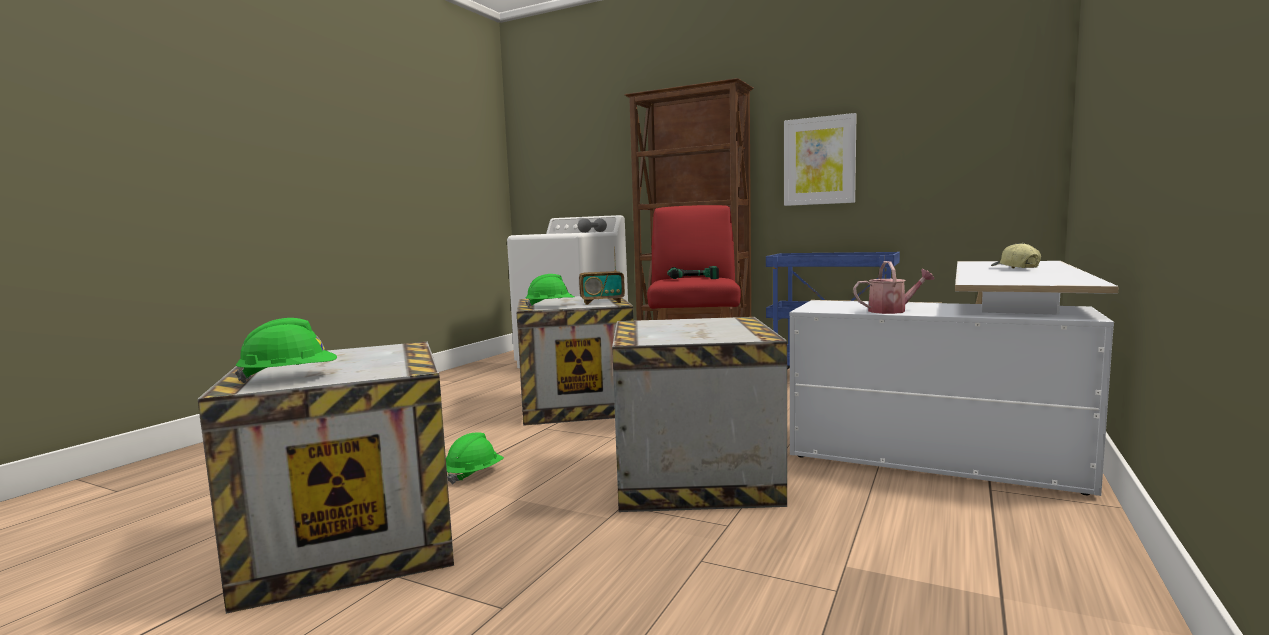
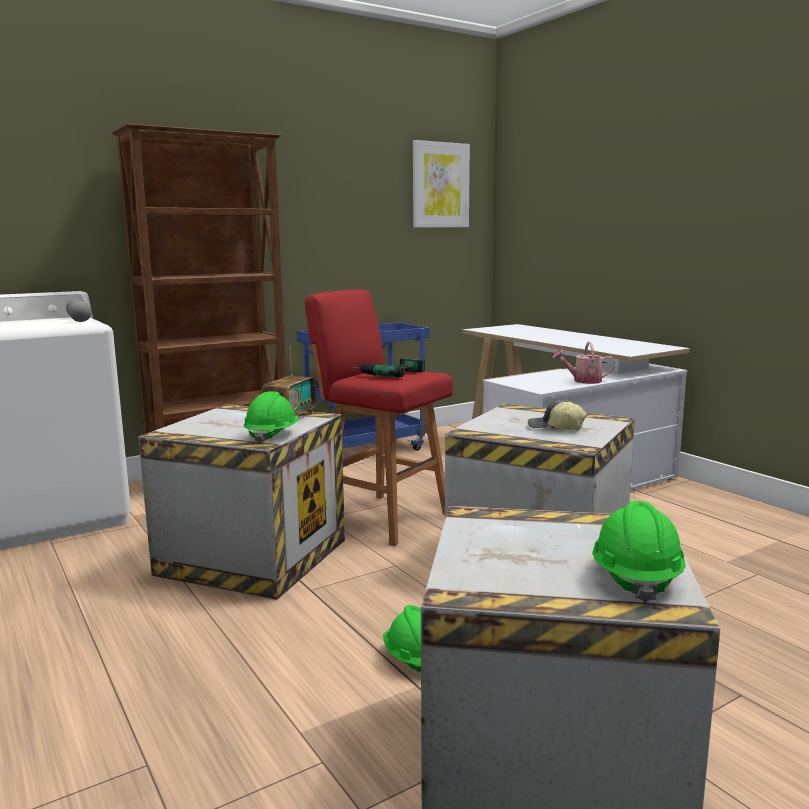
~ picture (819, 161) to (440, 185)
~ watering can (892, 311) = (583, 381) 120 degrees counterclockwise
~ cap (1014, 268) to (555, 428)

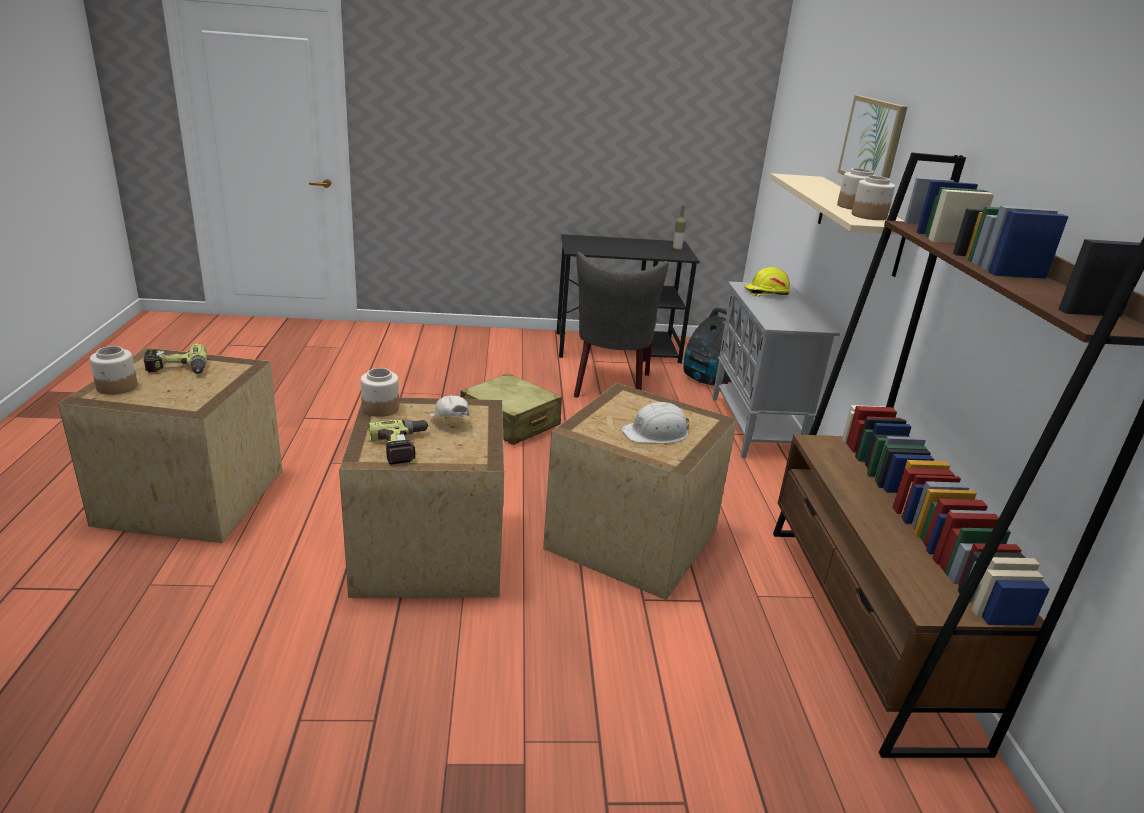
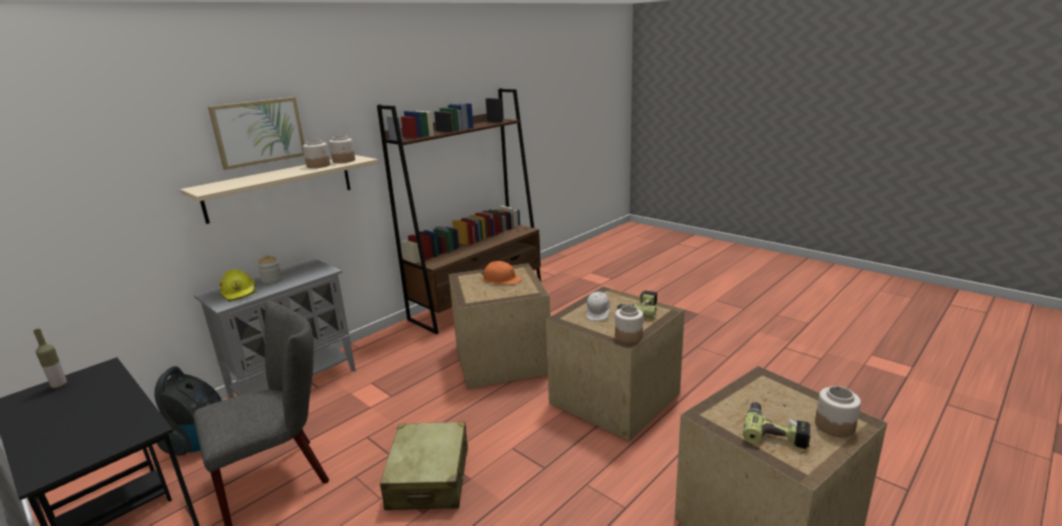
~ white hard hat (656, 433) to orange hard hat (501, 279)
+ jar (272, 280)

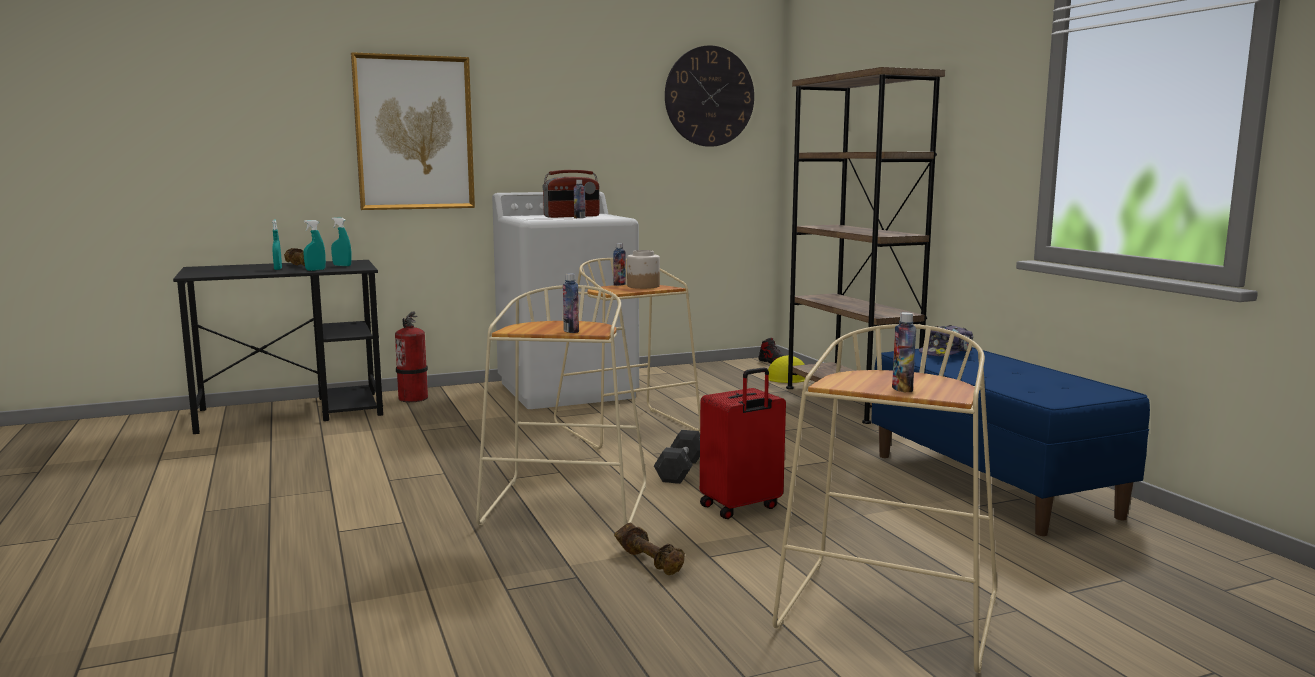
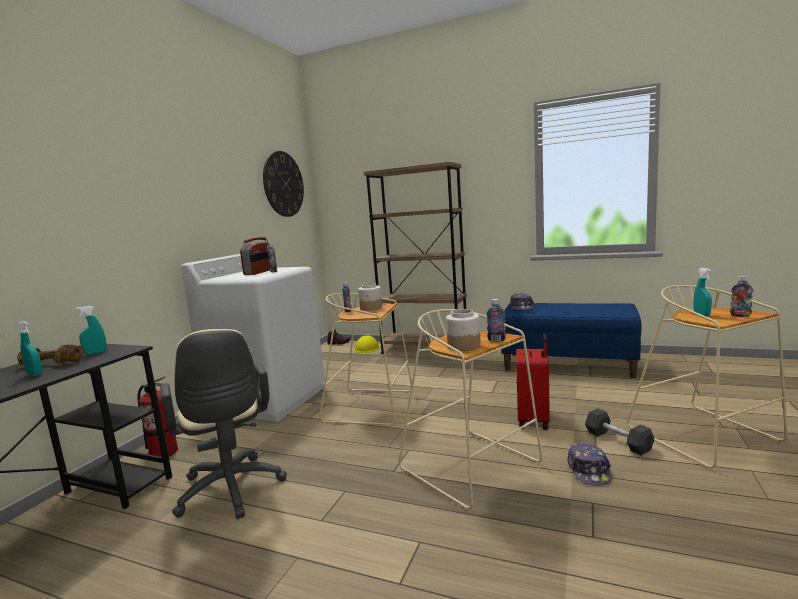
~ turquoise spray bottle (315, 270) to (701, 315)
- picture (414, 133)
~ brown dumbbell (650, 562) to cap (589, 471)
~ grey dumbbell (681, 470) to (618, 441)
+ beige office chair (231, 492)
+ jar (463, 346)

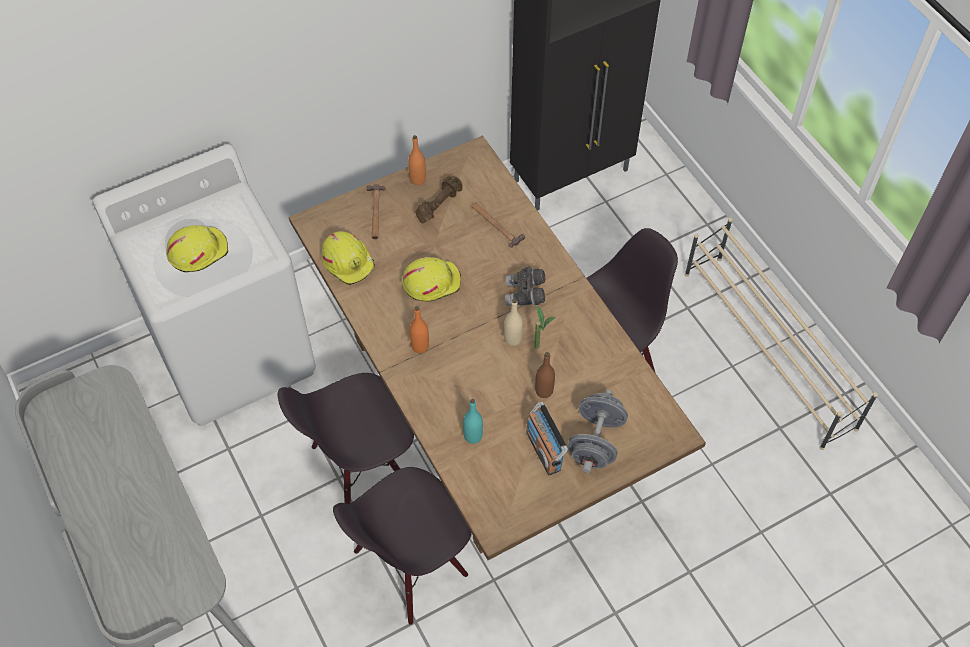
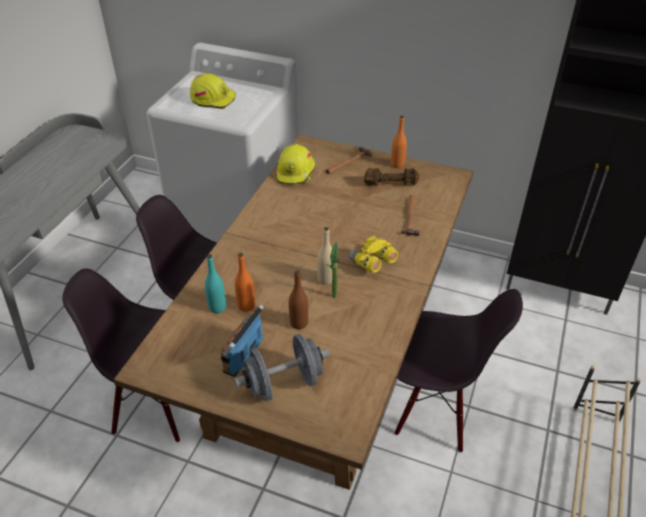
- yellow hard hat (431, 282)
~ orange bottle (420, 346) to (246, 306)
~ grey binoculars (525, 294) to yellow binoculars (372, 263)

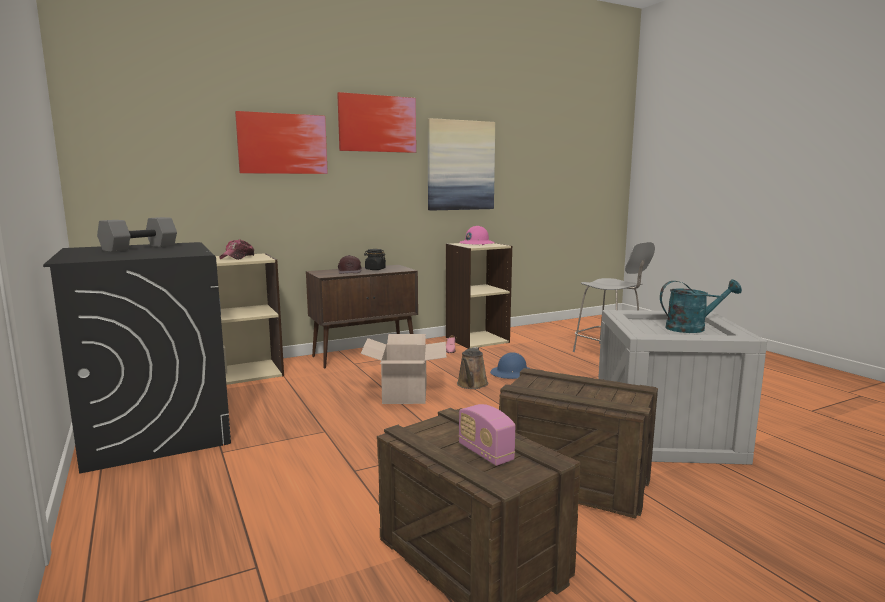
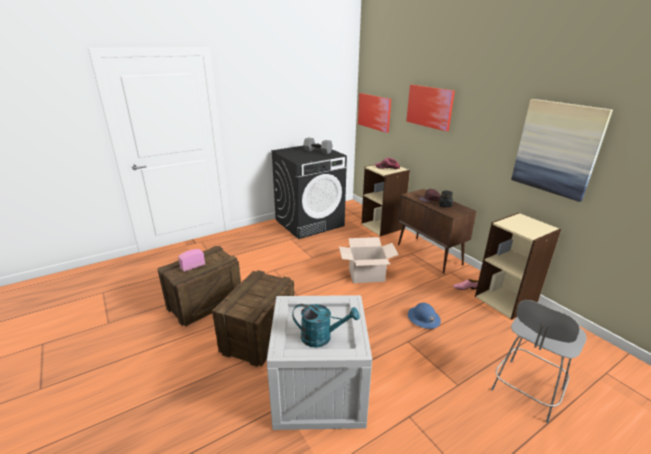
~ picture (377, 124) to (374, 112)
- brown watering can (471, 385)
- pink hard hat (476, 244)
~ turquoise watering can (692, 328) = (322, 337) 75 degrees counterclockwise

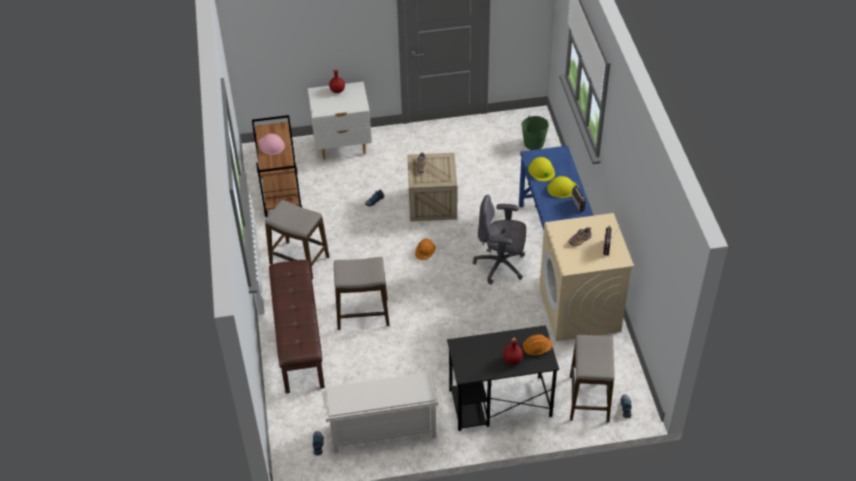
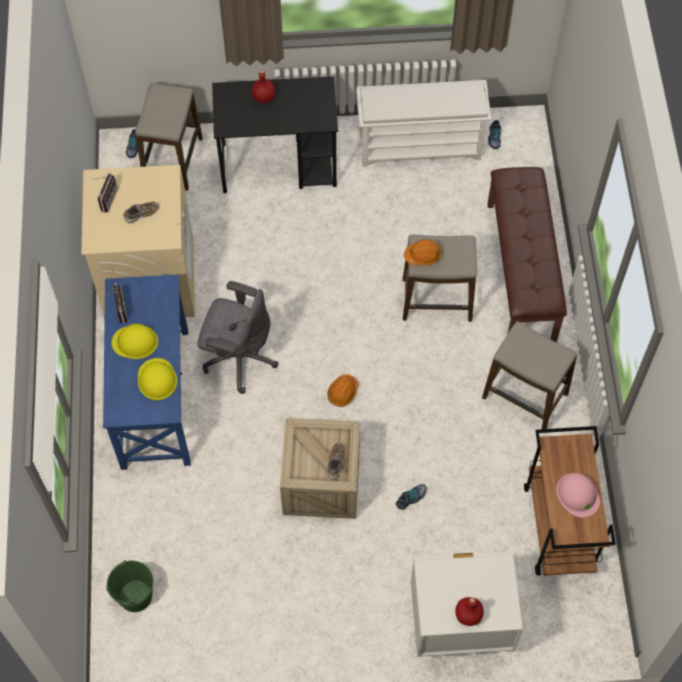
~ orange hard hat (536, 348) to (423, 256)

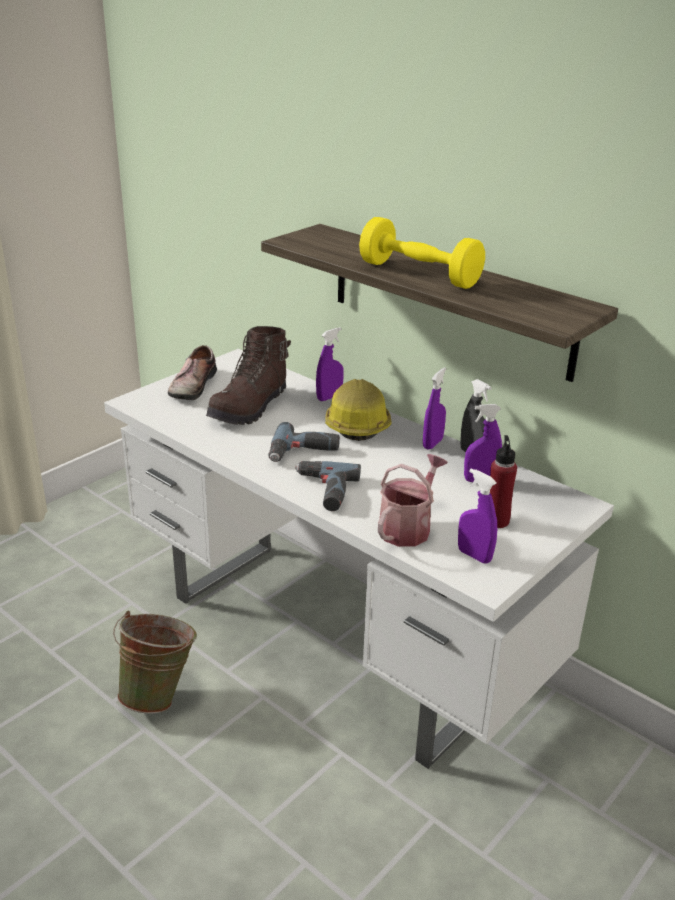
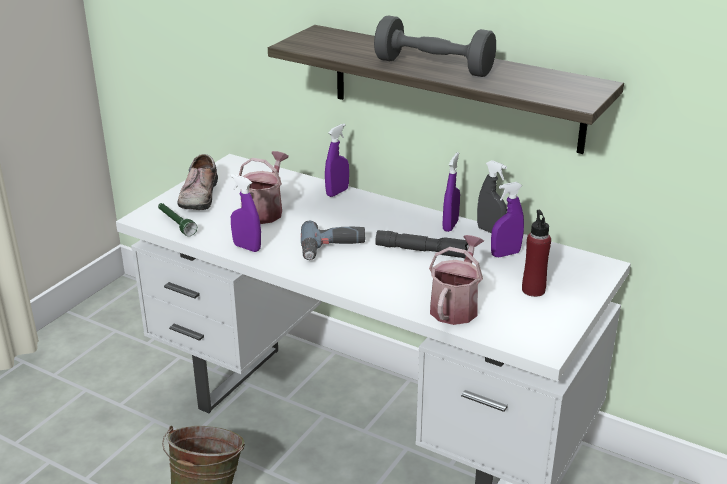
~ brown boot (250, 407) to watering can (264, 210)
- power drill (323, 491)
- hard hat (356, 423)
~ yellow dumbbell (419, 274) to grey dumbbell (433, 67)
~ purple spray bottle (474, 555) to (247, 247)
+ green flashlight (176, 224)
+ grey flashlight (421, 251)

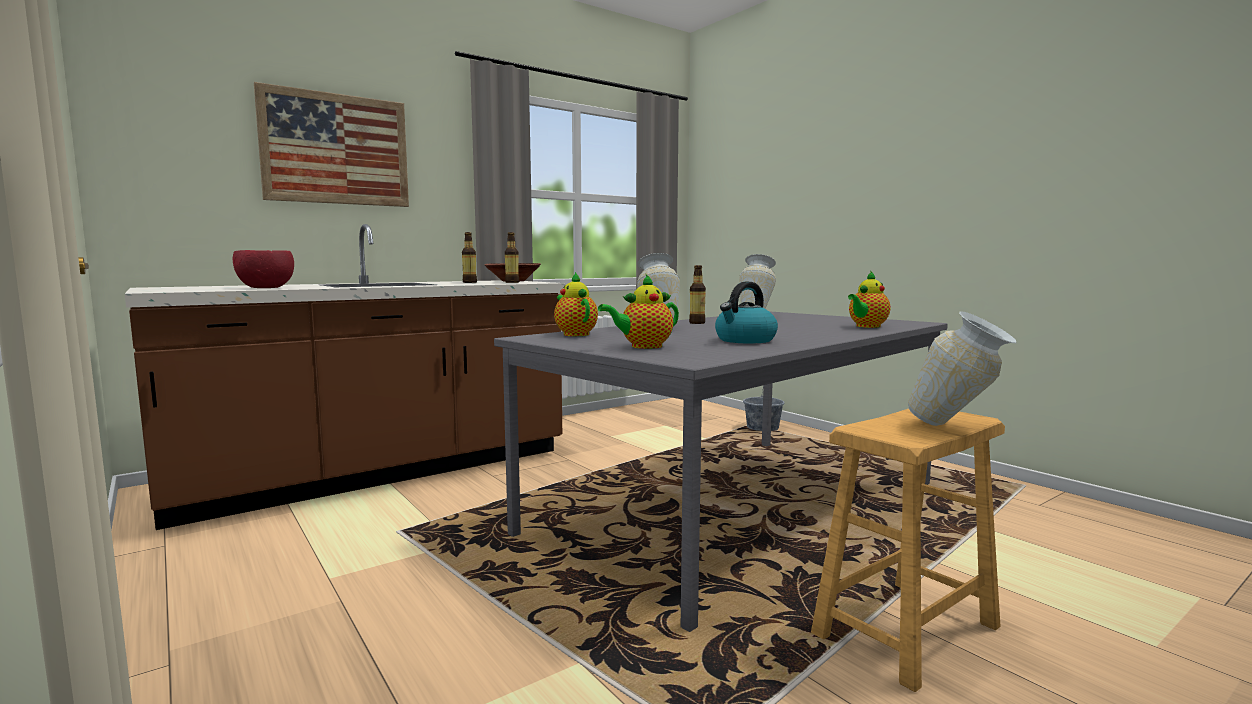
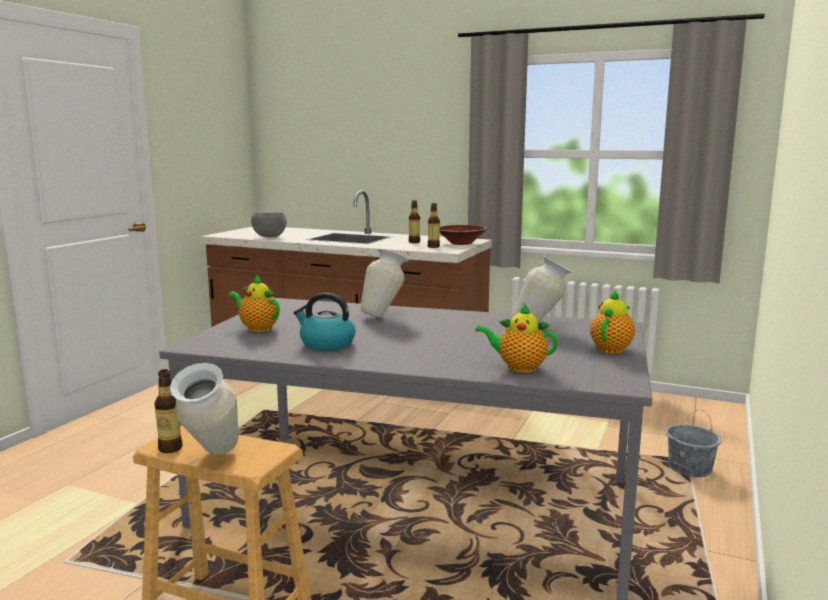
~ red bowl (267, 288) to grey bowl (270, 237)
- picture (336, 149)
~ teapot (575, 334) to (612, 348)
~ bottle (697, 323) to (170, 448)

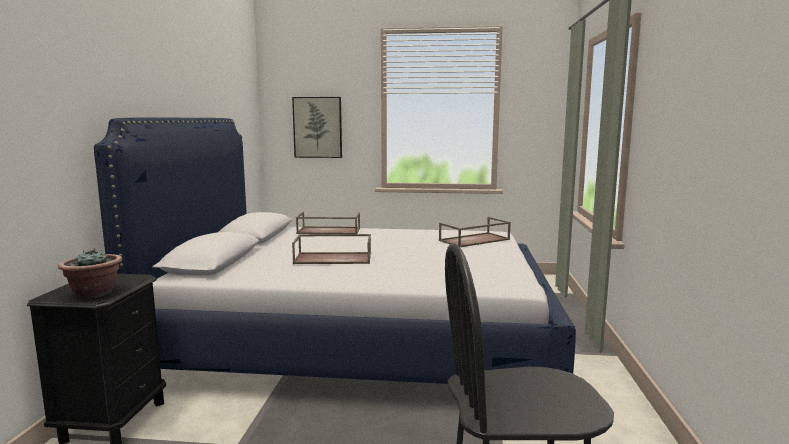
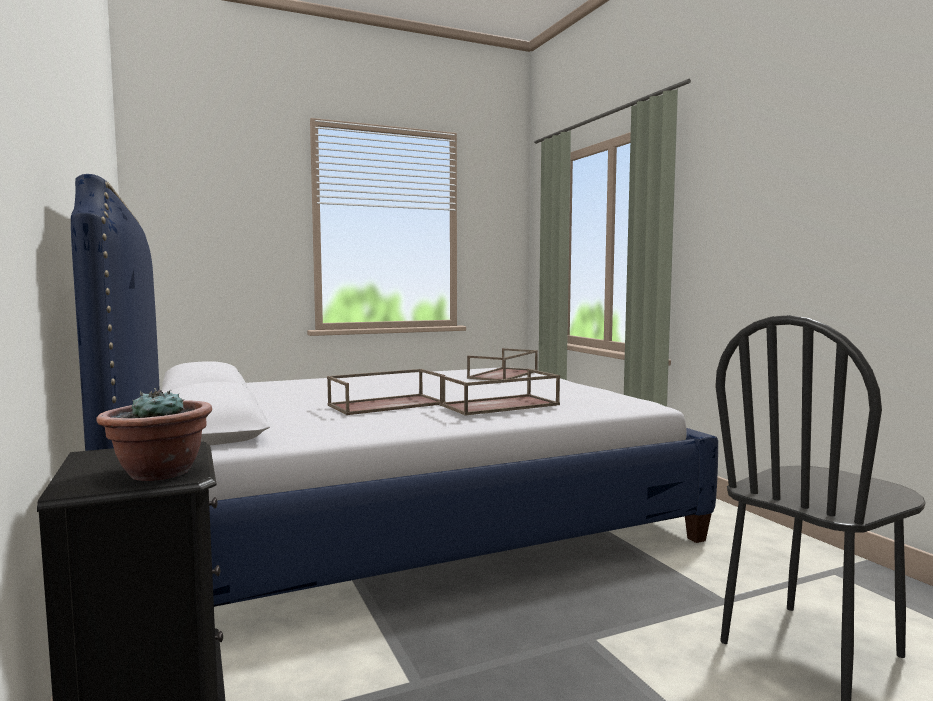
- picture (317, 127)
~ brown tray (328, 231) to (499, 405)

